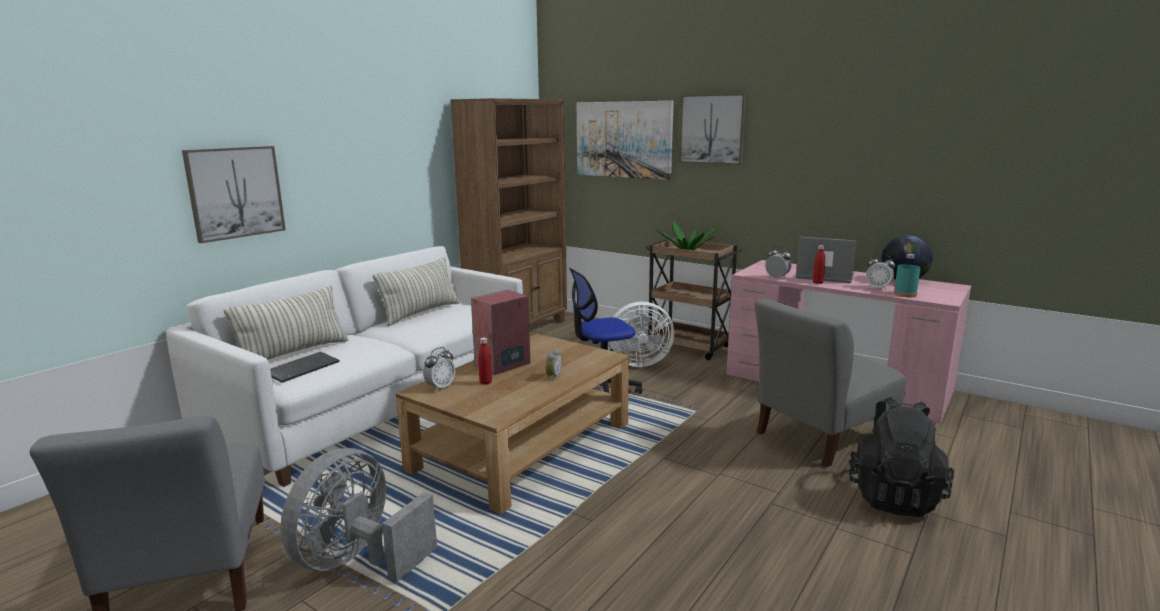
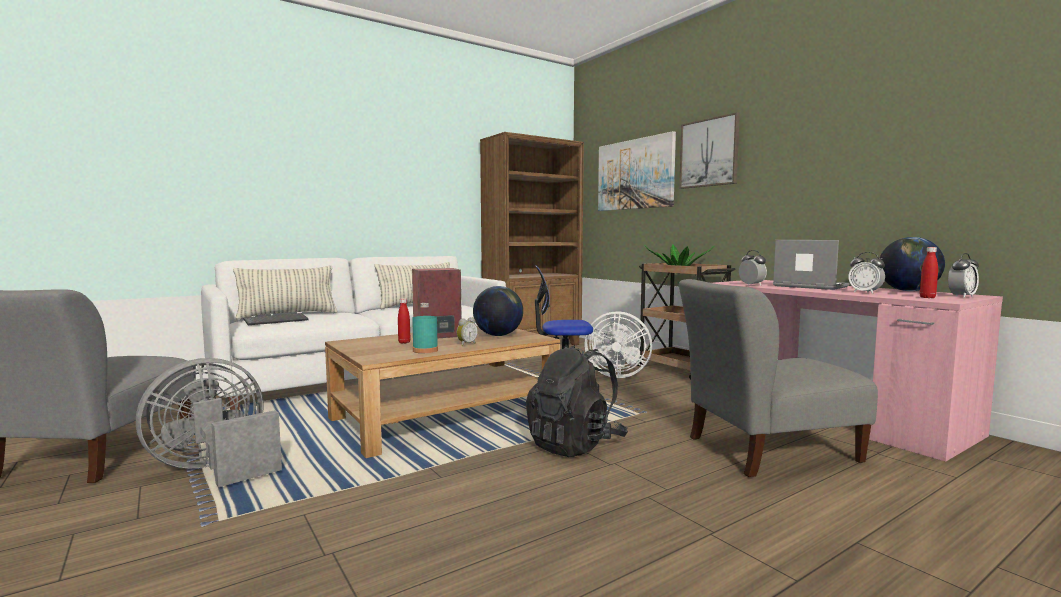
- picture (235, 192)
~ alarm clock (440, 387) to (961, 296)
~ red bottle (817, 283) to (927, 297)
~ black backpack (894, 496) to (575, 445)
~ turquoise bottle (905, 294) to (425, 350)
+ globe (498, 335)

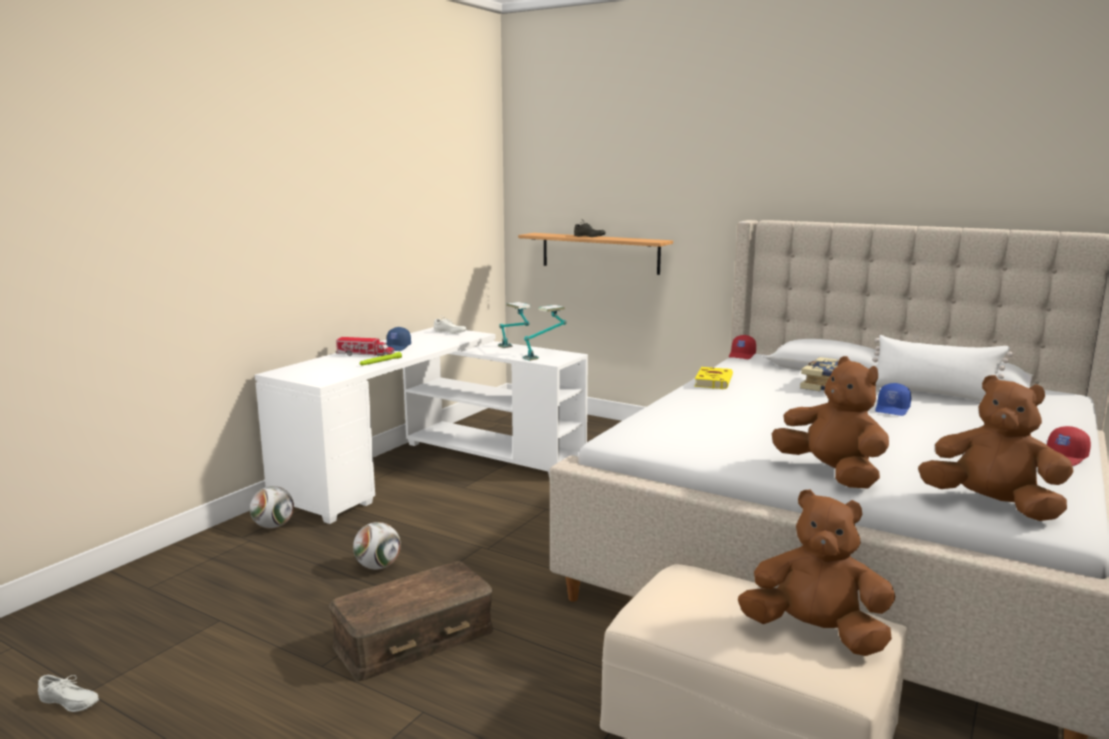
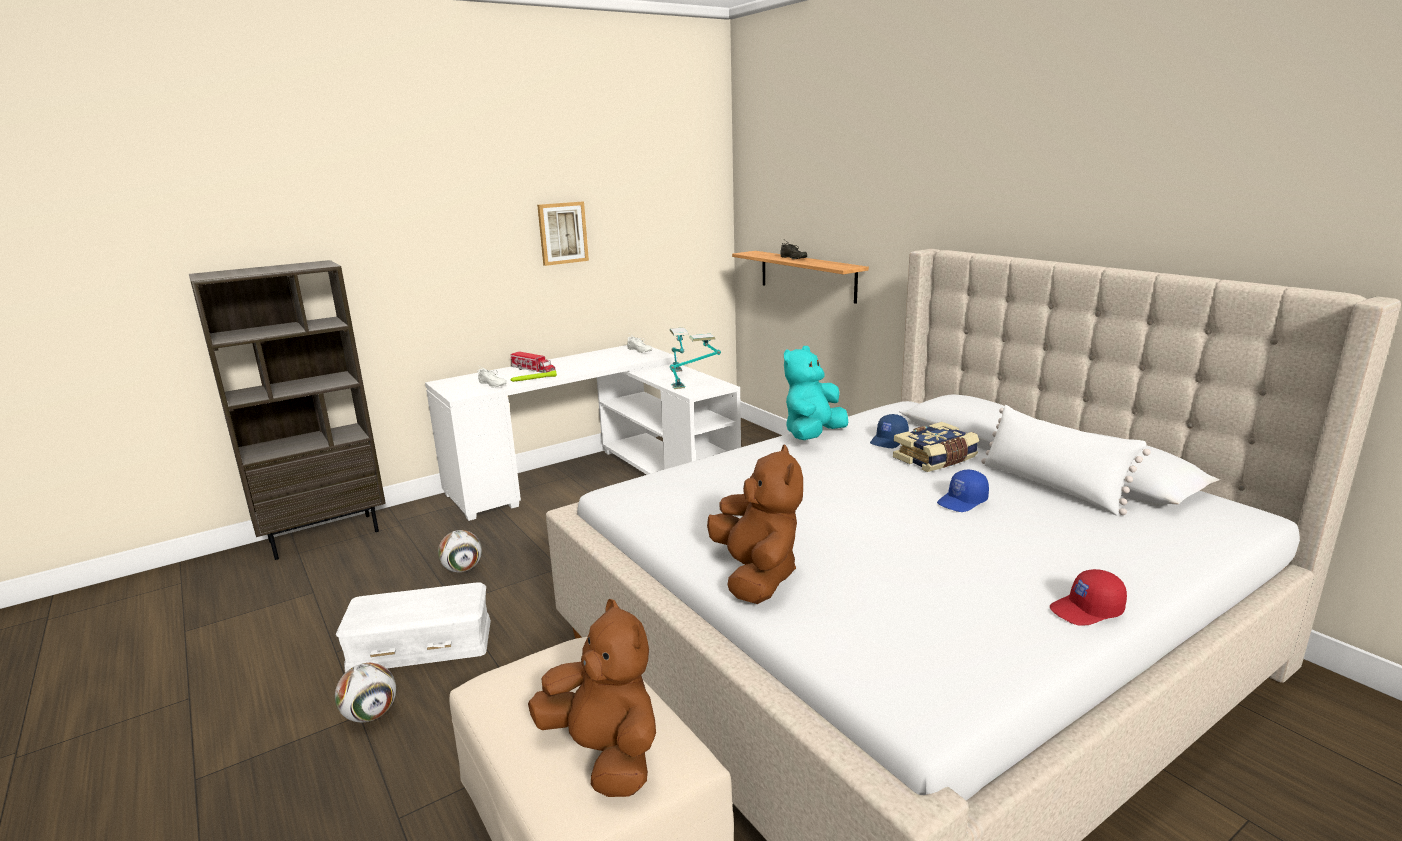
~ white shoe (67, 704) to (491, 385)
~ football (273, 526) to (371, 714)
~ brown storage box (414, 639) to white storage box (420, 645)
~ blue cap (397, 347) to (889, 441)
~ yellow book (713, 381) to turquoise plush toy (813, 435)
- red cap (742, 355)
- brown plush toy (991, 505)
+ brown bookcase (325, 535)
+ picture (562, 233)

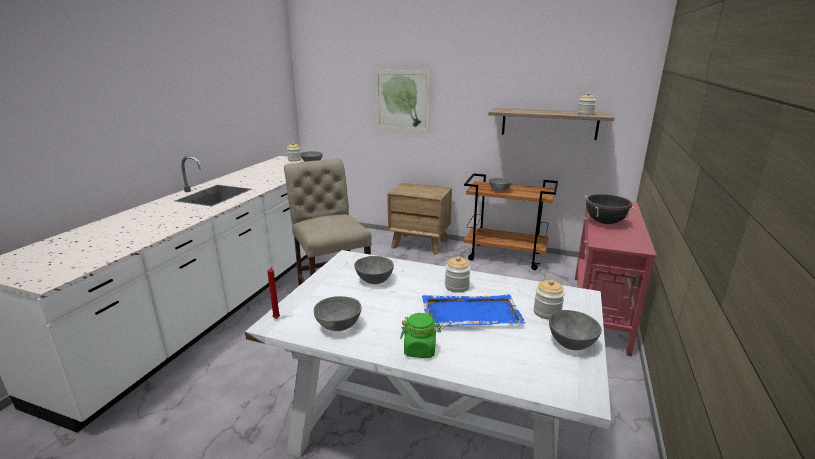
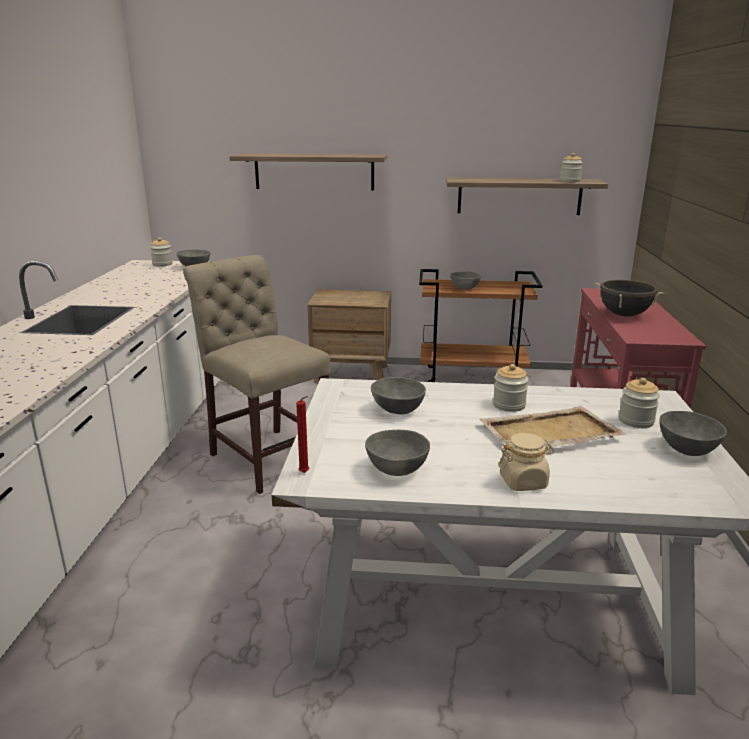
~ picture (402, 101) to shelf (314, 171)
~ green jar (420, 350) to beige jar (523, 482)
~ blue tray (469, 313) to beige tray (549, 433)

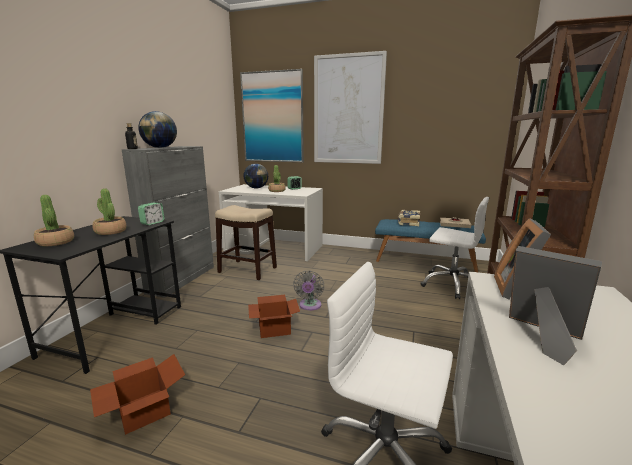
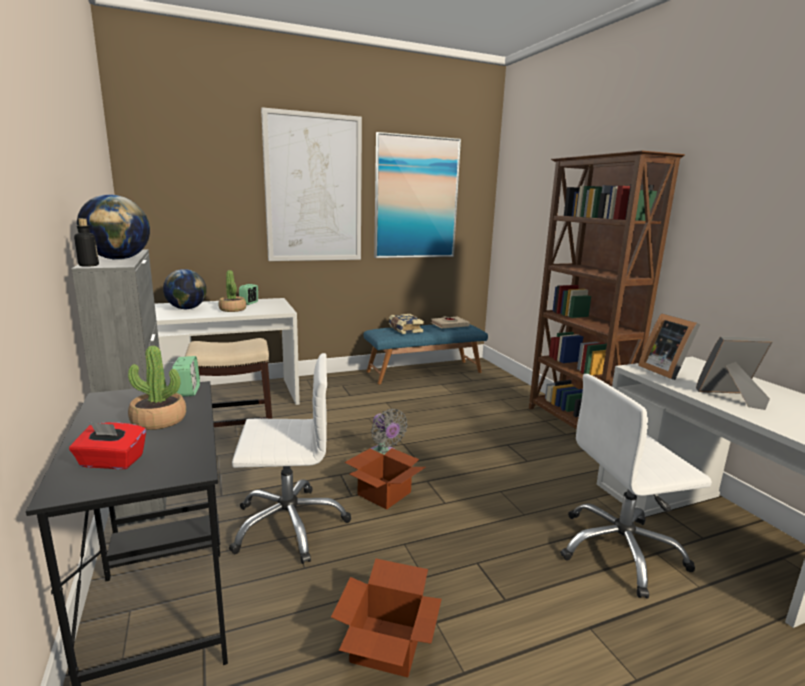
~ potted plant (56, 242) to red tissue box (111, 462)
~ picture (272, 117) to (416, 198)
~ white office chair (452, 284) to (289, 524)

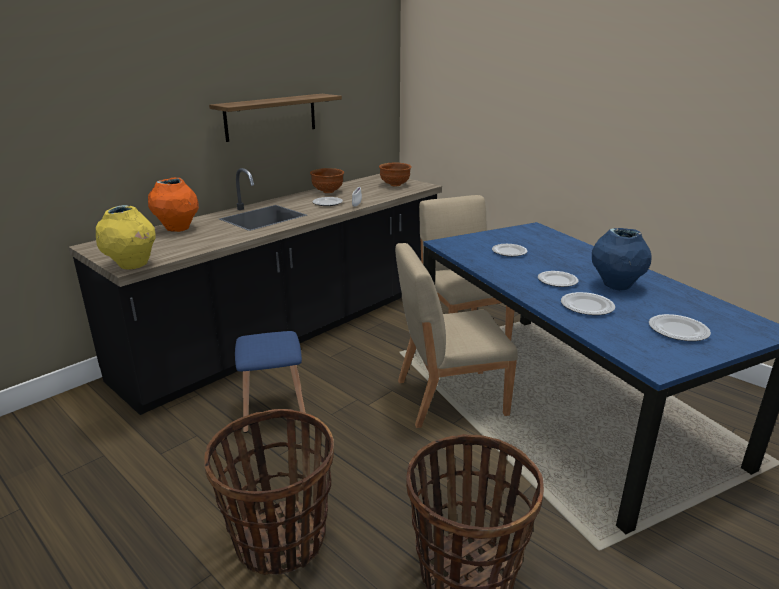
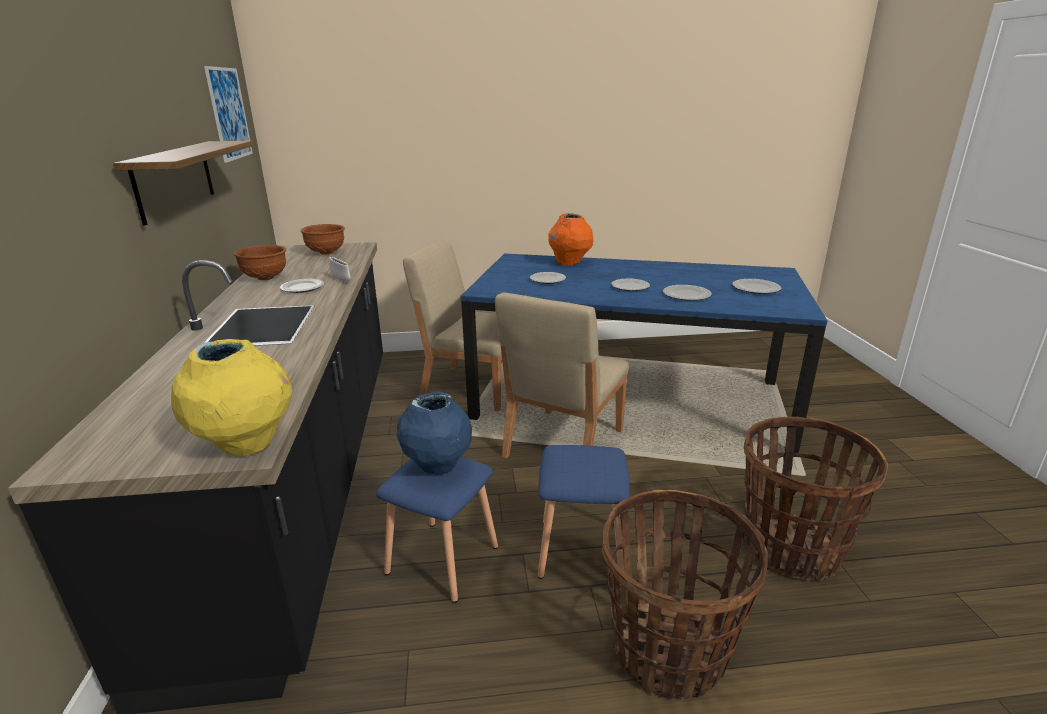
~ orange vase (178, 229) to (569, 263)
~ blue vase (616, 286) to (438, 467)
+ picture (229, 113)
+ blue stool (579, 551)

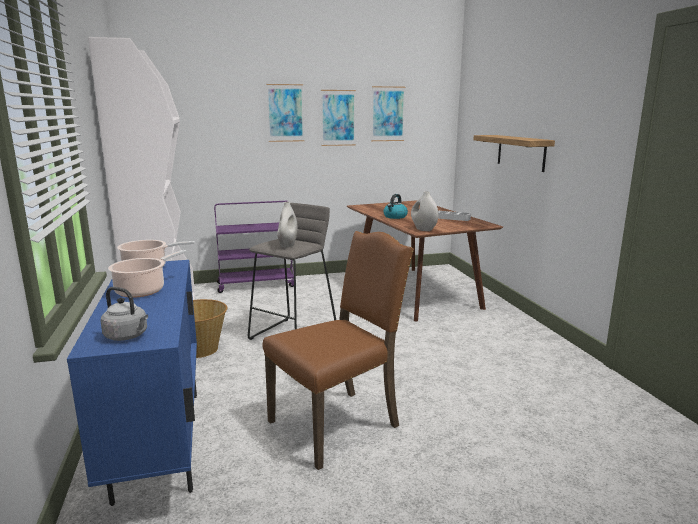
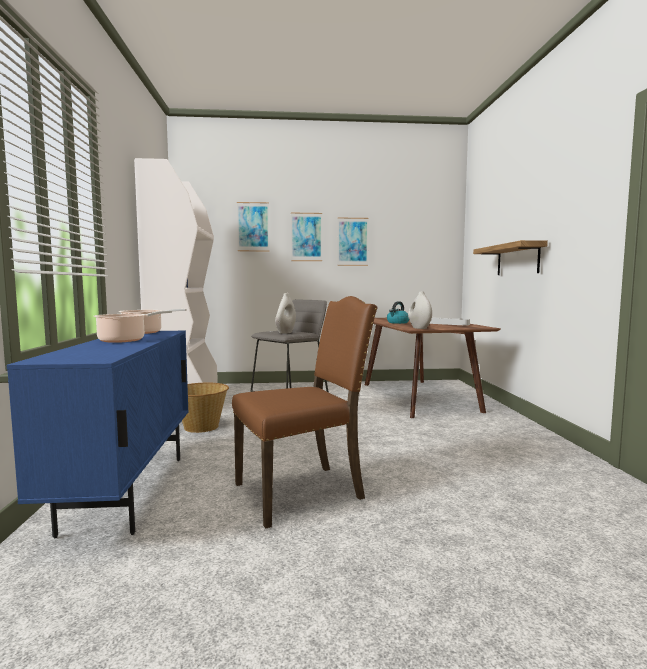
- grey kettle (128, 336)
- purple cart (257, 284)
~ picture (388, 114) to (253, 227)

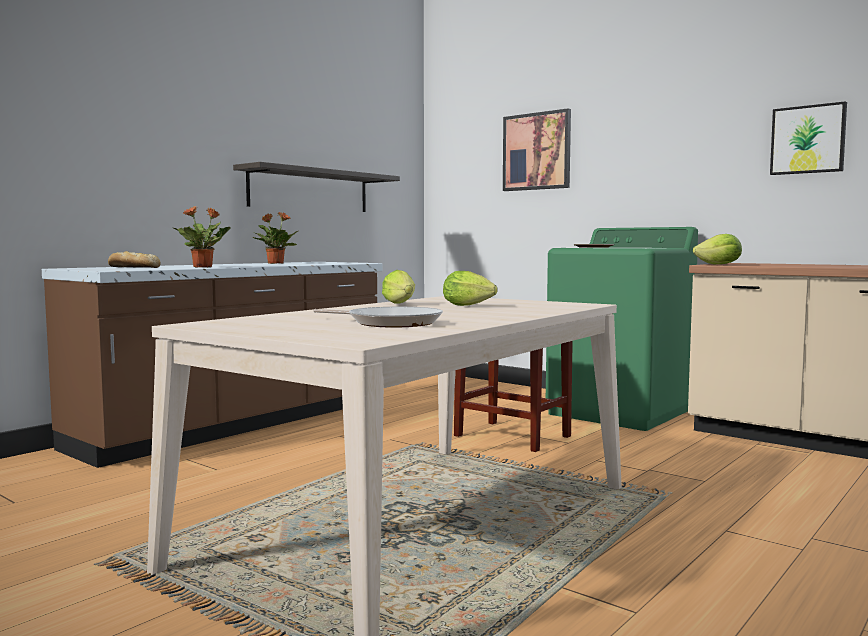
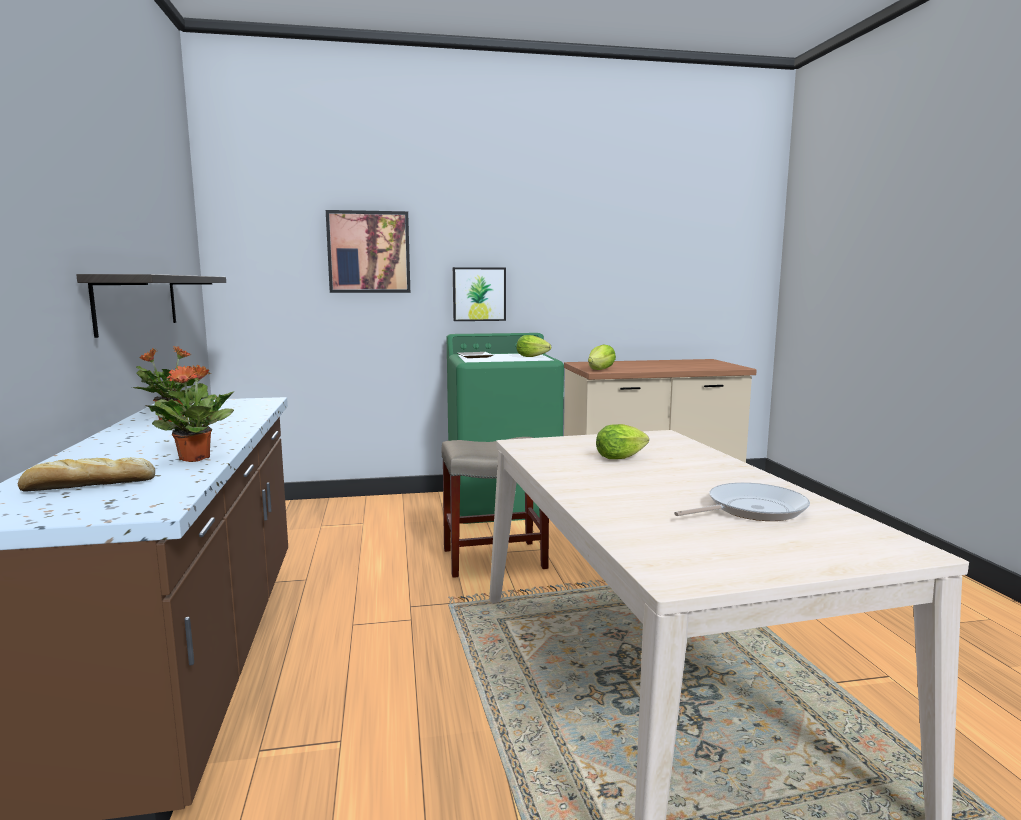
~ lettuce (401, 304) to (534, 357)
~ picture (808, 140) to (479, 294)

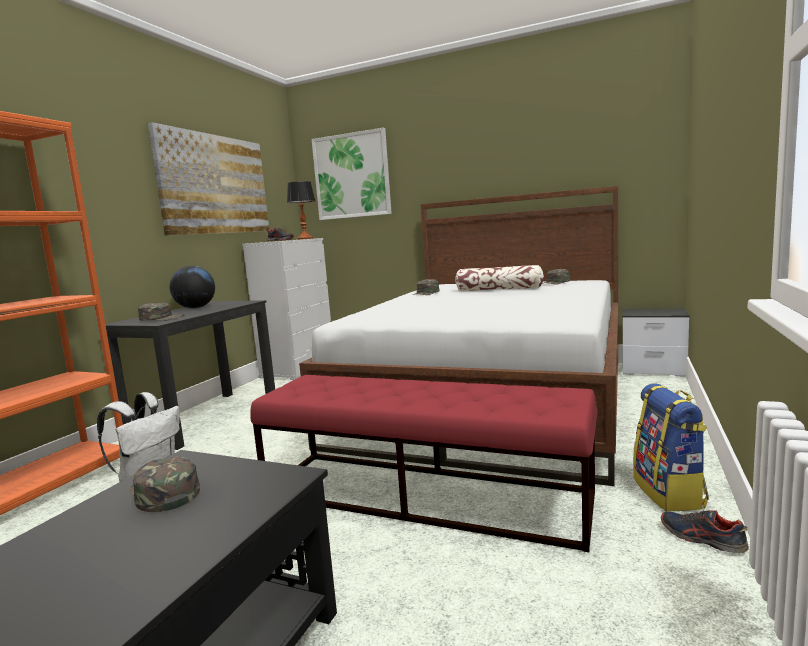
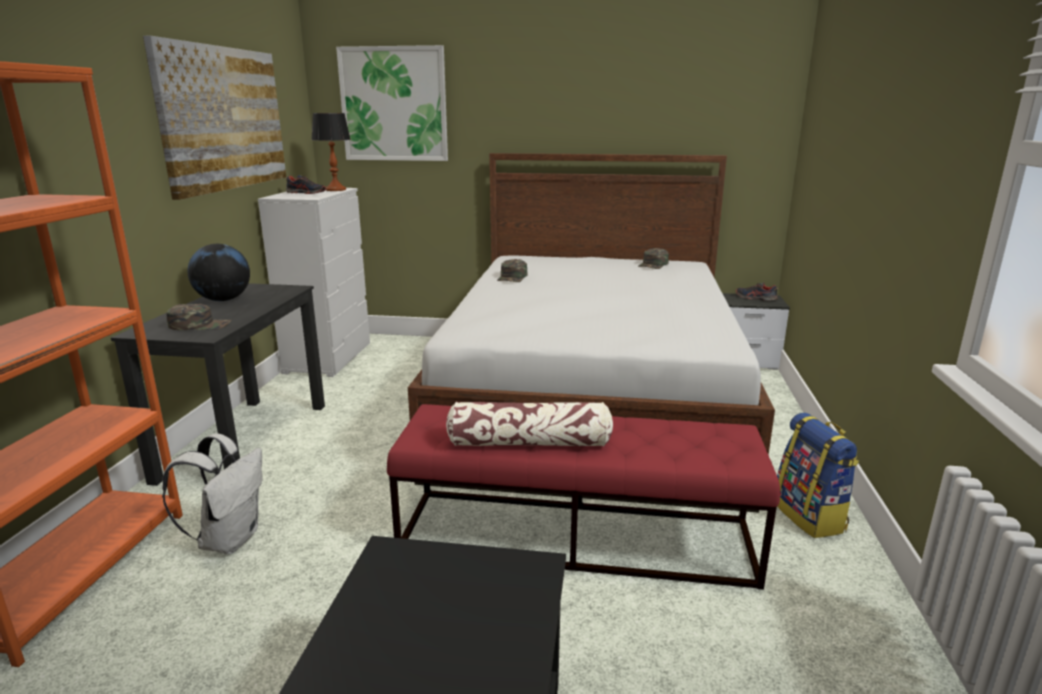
- green cap (163, 492)
~ pillow (499, 289) to (529, 443)
~ shoe (701, 539) to (755, 298)

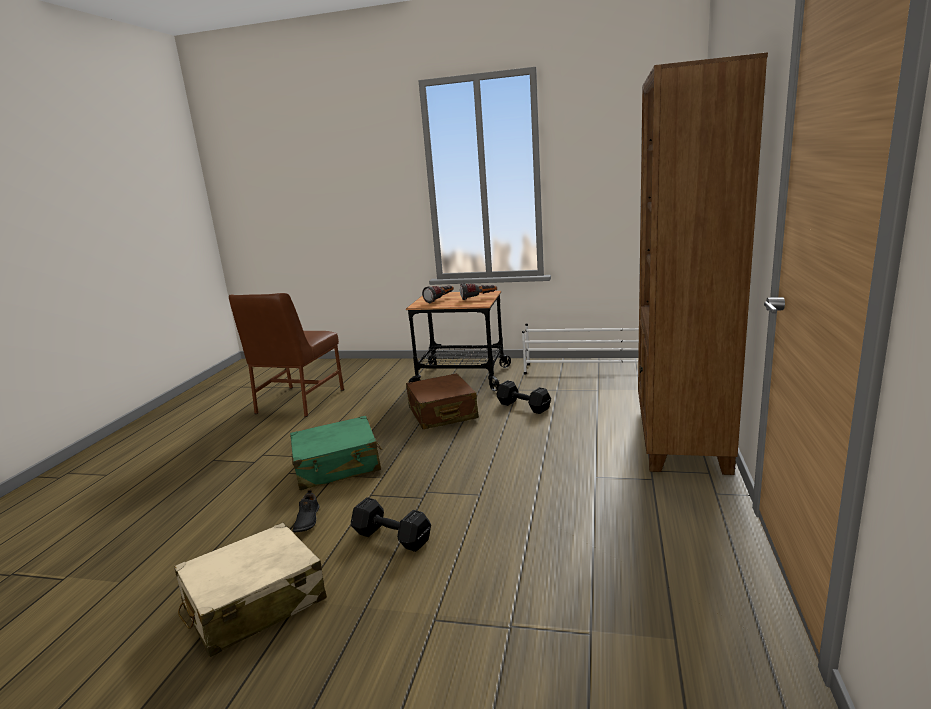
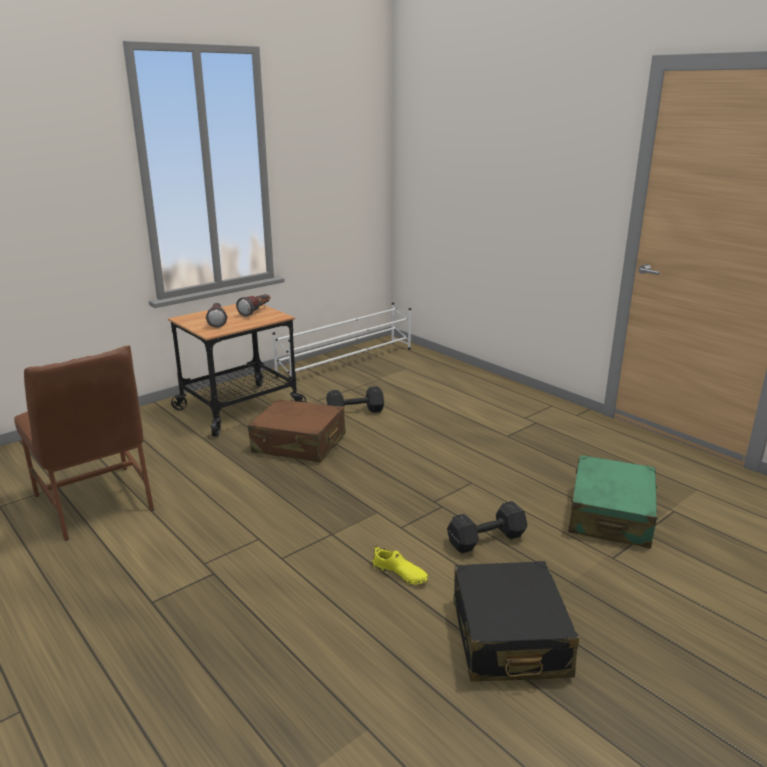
~ beige suitcase (254, 603) to black suitcase (509, 638)
~ green suitcase (337, 466) to (610, 515)
~ black shoe (306, 520) to yellow shoe (400, 573)
- brown bookcase (680, 437)

